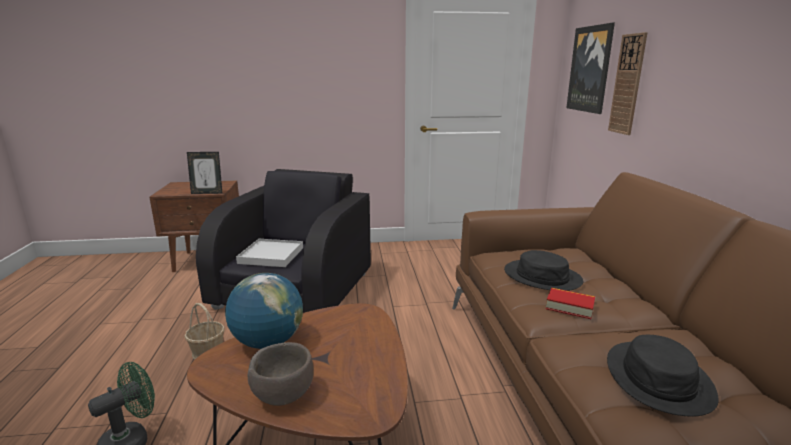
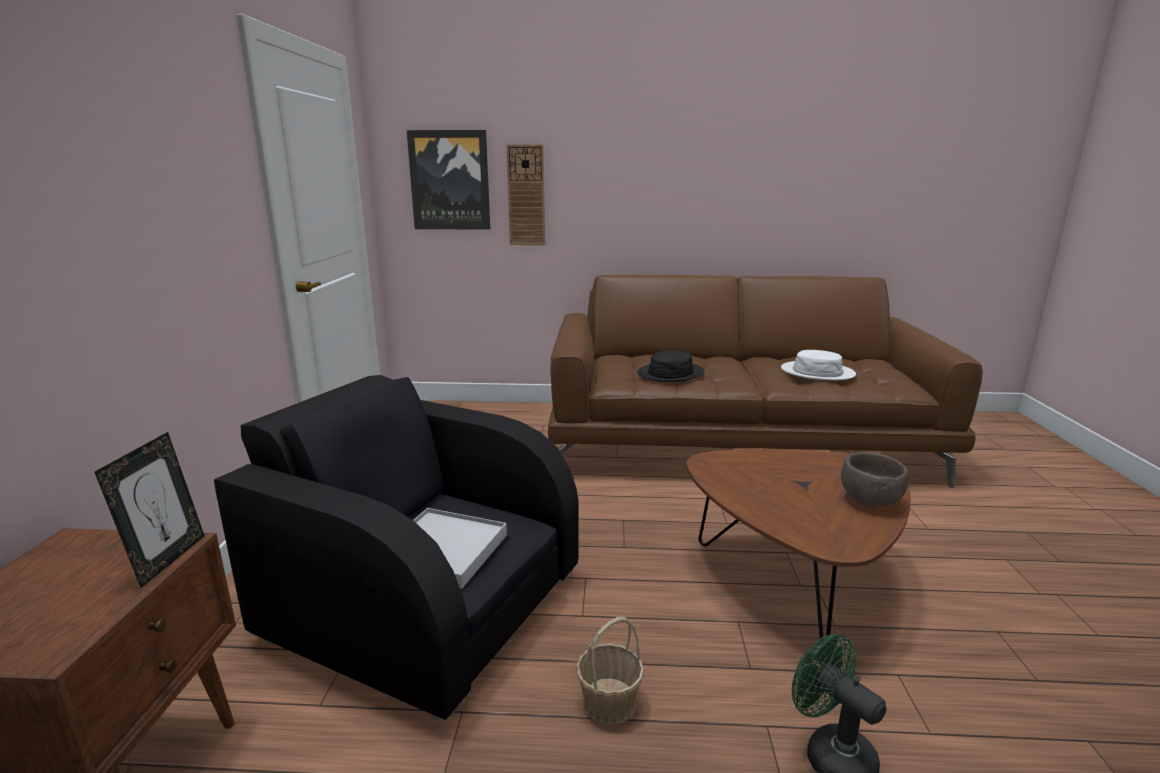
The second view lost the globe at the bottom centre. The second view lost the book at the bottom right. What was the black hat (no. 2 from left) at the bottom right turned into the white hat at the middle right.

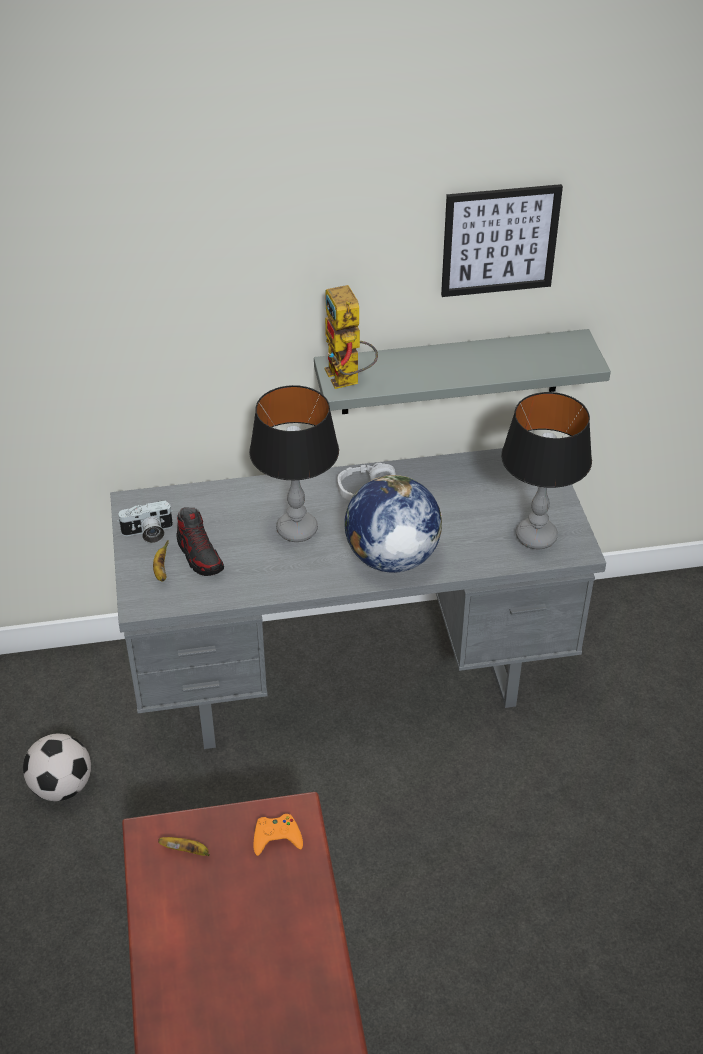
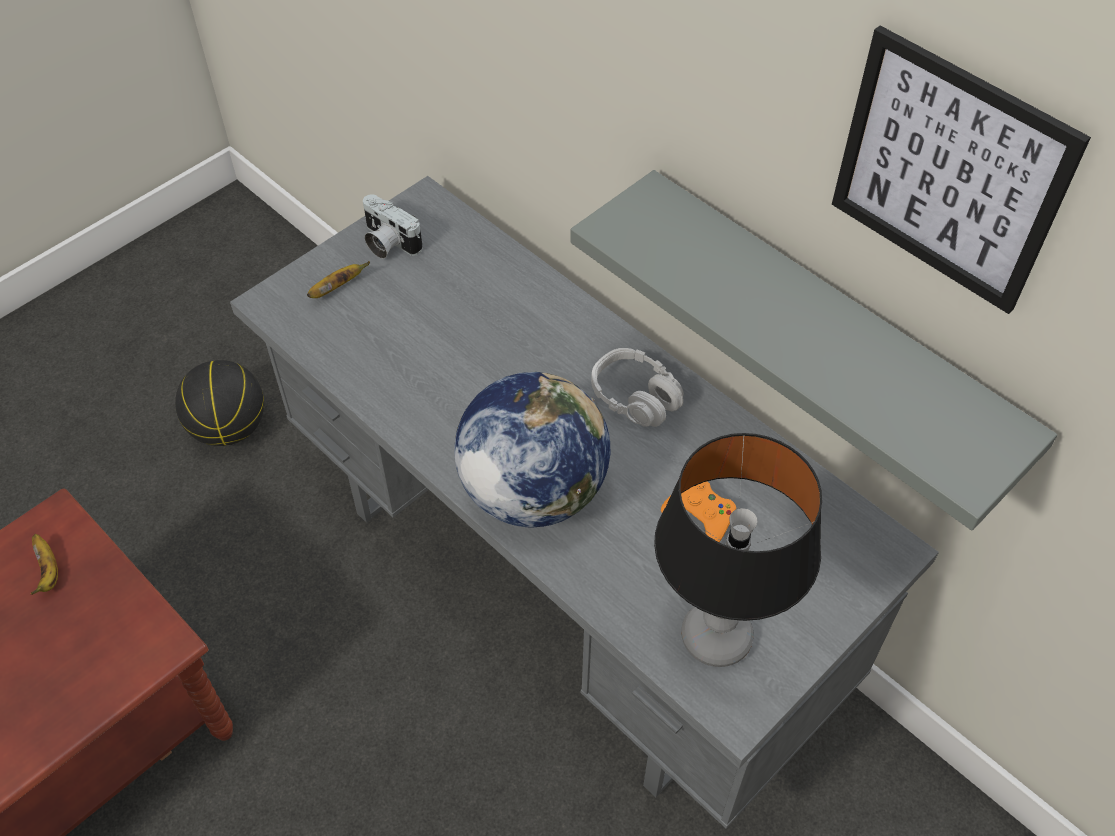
The second view lost the shoe at the middle left. The second view lost the table lamp (no. 1 from left) at the centre. The second view lost the toy robot at the top centre. The orange game controller ended up elsewhere, having gone from the bottom centre to the centre. Where the football stood at the bottom left, the basketball came to stand at the middle left.

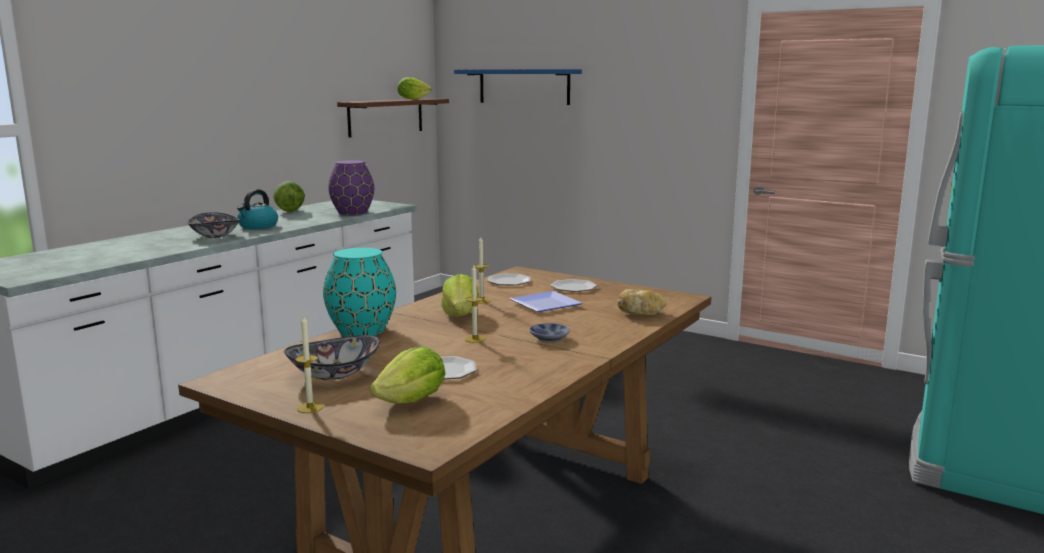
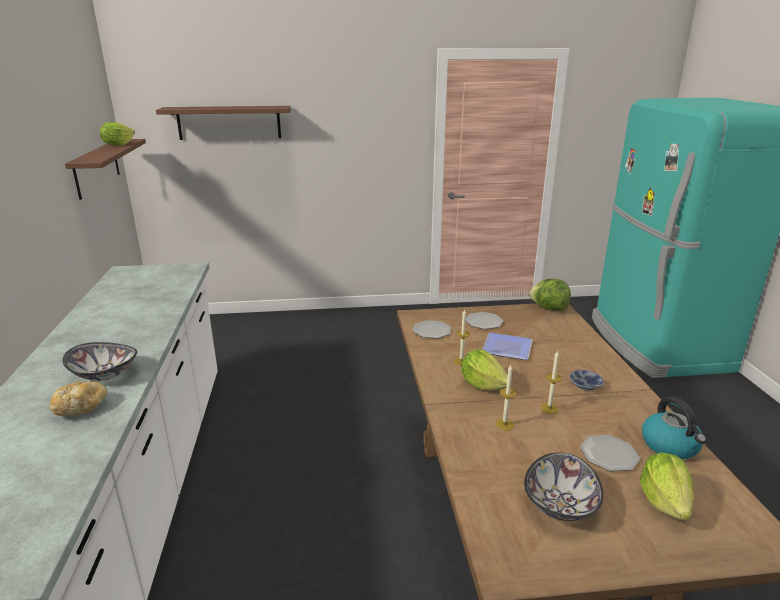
The second view lost the turquoise vase at the centre. The second view lost the purple vase at the centre. The kettle ended up elsewhere, having gone from the middle left to the bottom right. The lettuce (no. 1 from left in the first image) ended up elsewhere, having gone from the middle left to the middle right. The candle (no. 1 from left in the first image) ended up elsewhere, having gone from the middle left to the centre. The bread ended up elsewhere, having gone from the centre to the middle left. What was the blue shelf at the top centre turned into the brown shelf (no. 2 from left) at the top left.

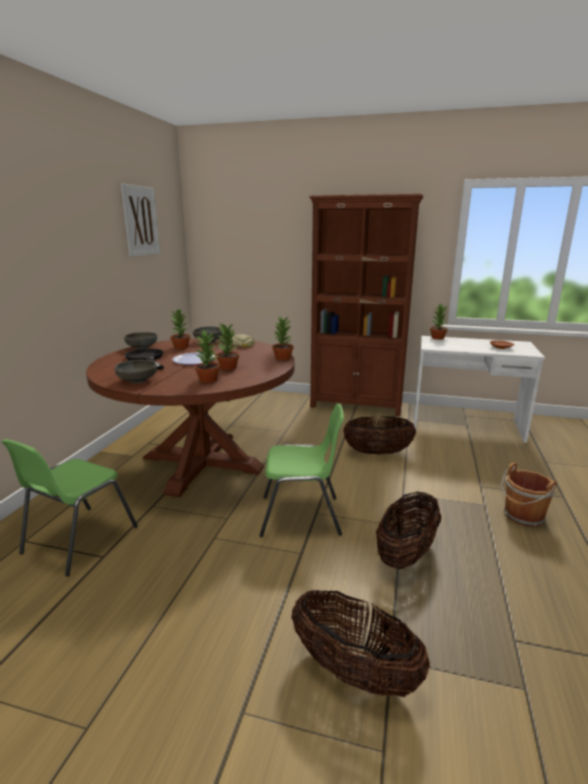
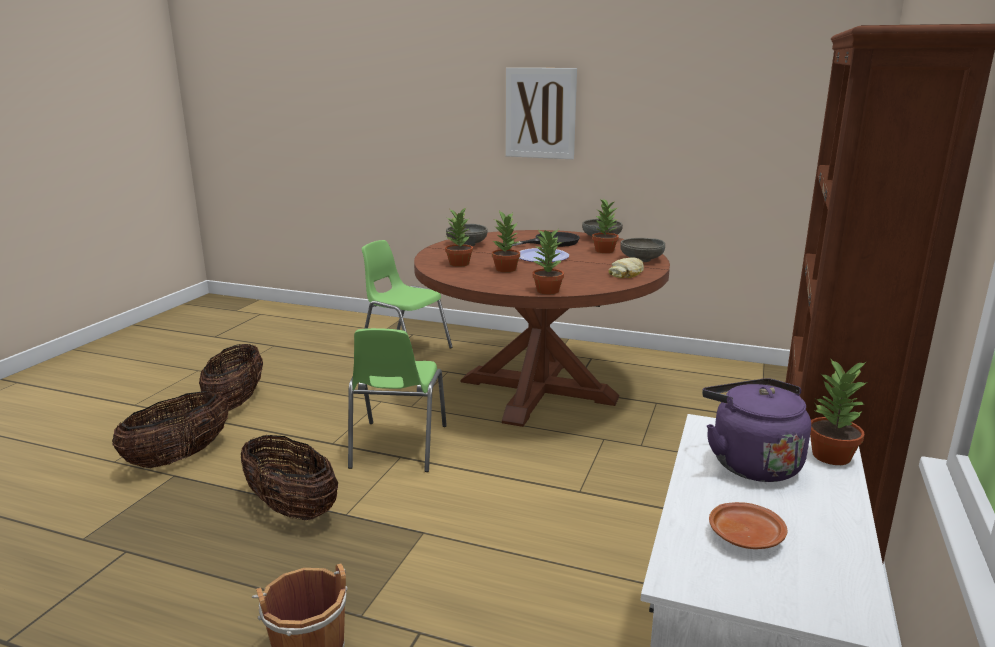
The second view gained the purple kettle at the middle right. The picture ended up elsewhere, having gone from the top left to the top centre. The basket (no. 2 from left) ended up elsewhere, having gone from the centre to the middle left.

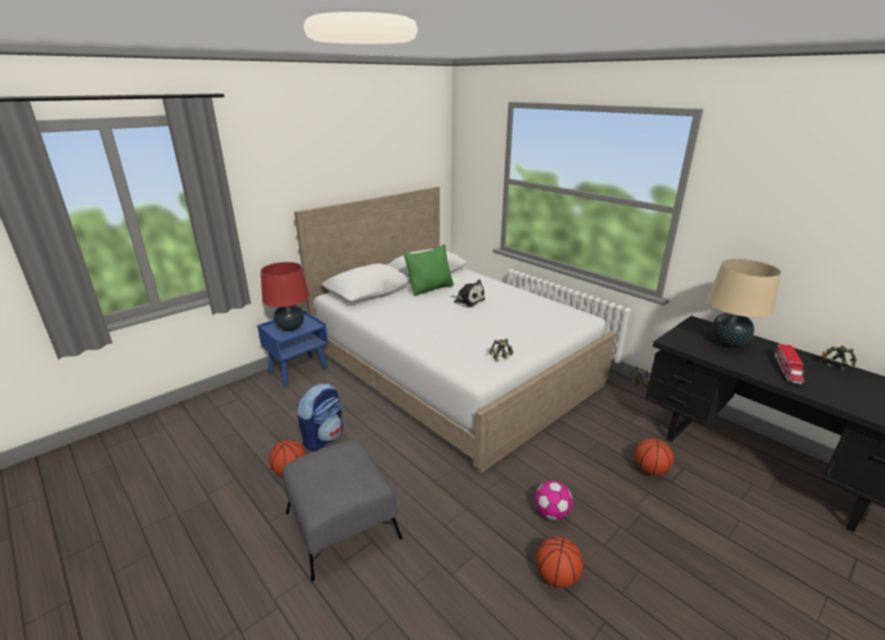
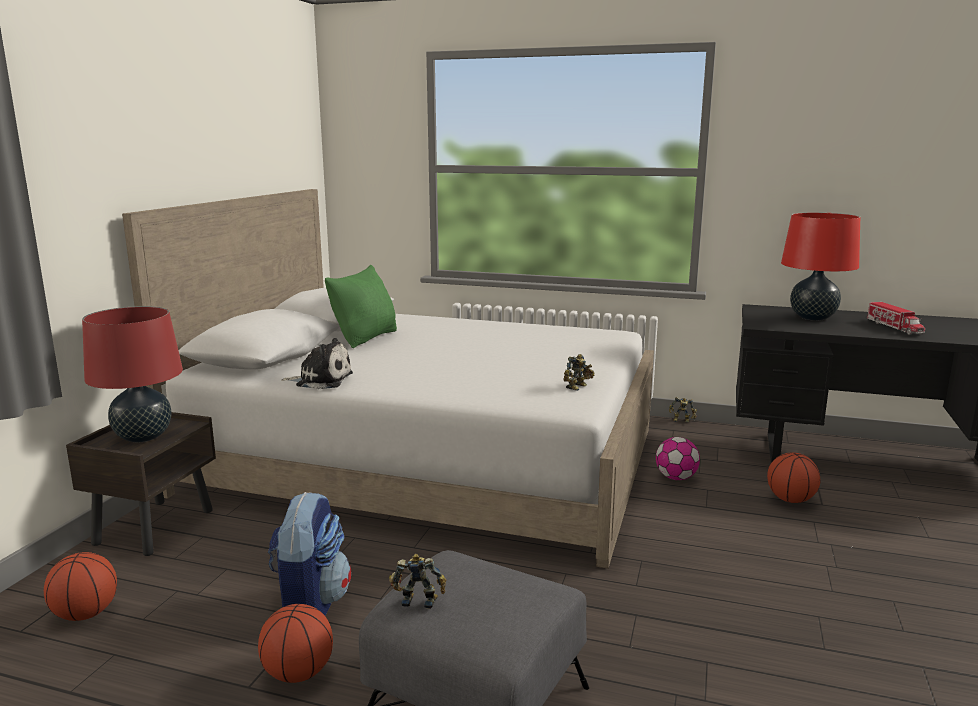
The plush toy ended up elsewhere, having gone from the centre to the middle left. The football ended up elsewhere, having gone from the bottom centre to the middle right. The basketball (no. 2 from left in the first image) ended up elsewhere, having gone from the bottom centre to the bottom left. The toy robot (no. 3 from left in the first image) ended up elsewhere, having gone from the middle right to the bottom centre. What was the blue nightstand at the middle left turned into the brown nightstand at the bottom left. What was the beige table lamp at the middle right turned into the red table lamp (no. 2 from left) at the middle right.

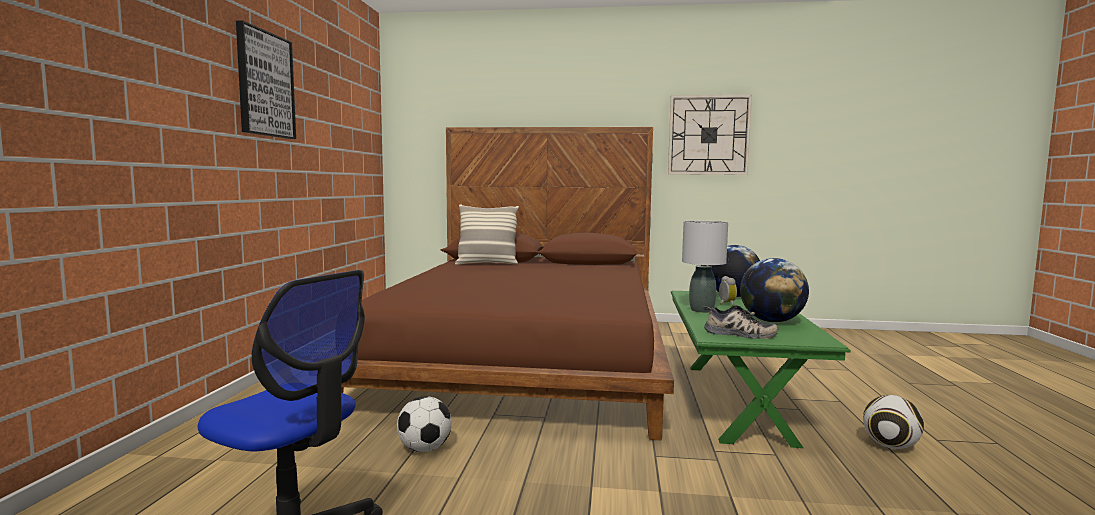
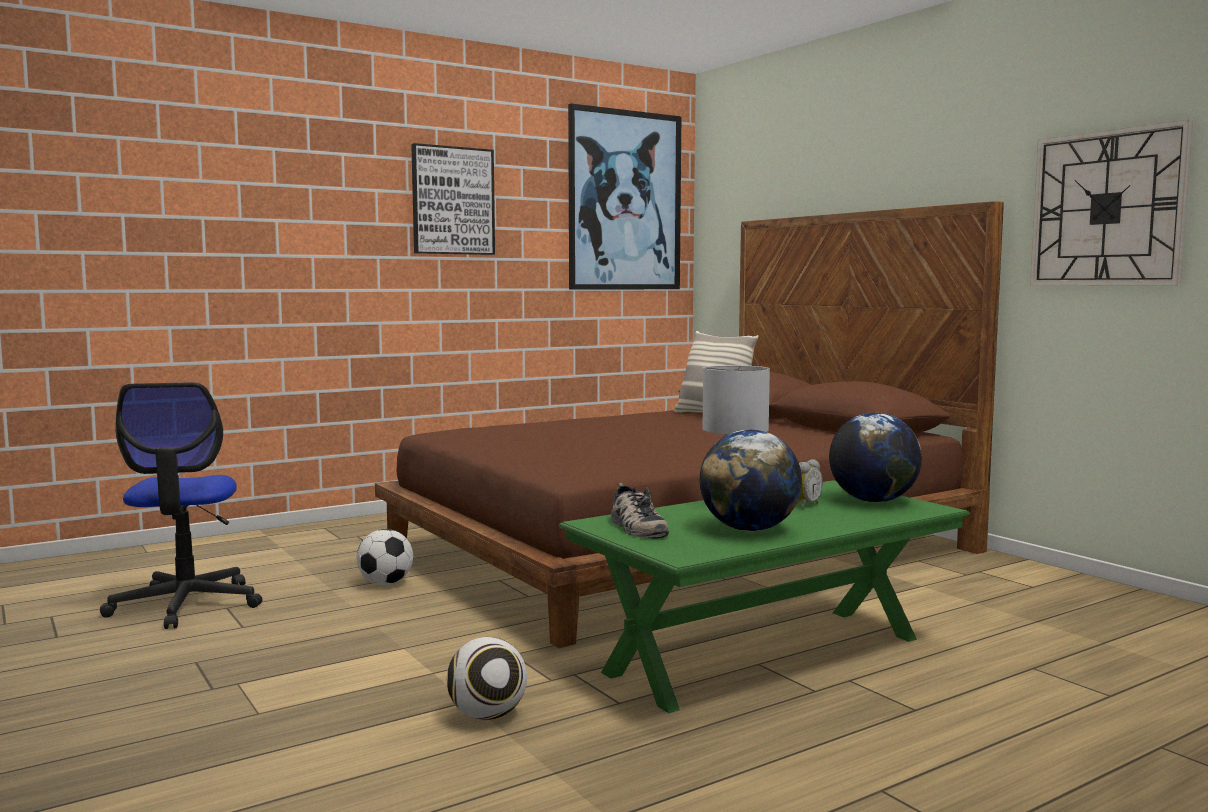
The second view gained the picture (no. 2 from left) at the top centre. The football (no. 2 from left) ended up elsewhere, having gone from the bottom right to the bottom centre.

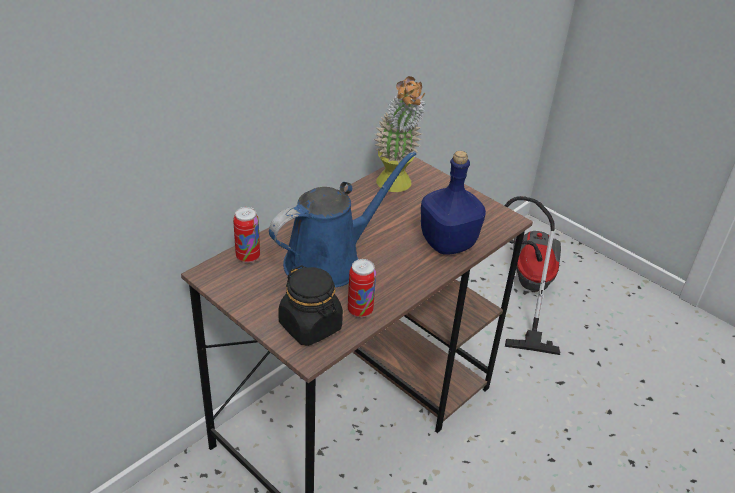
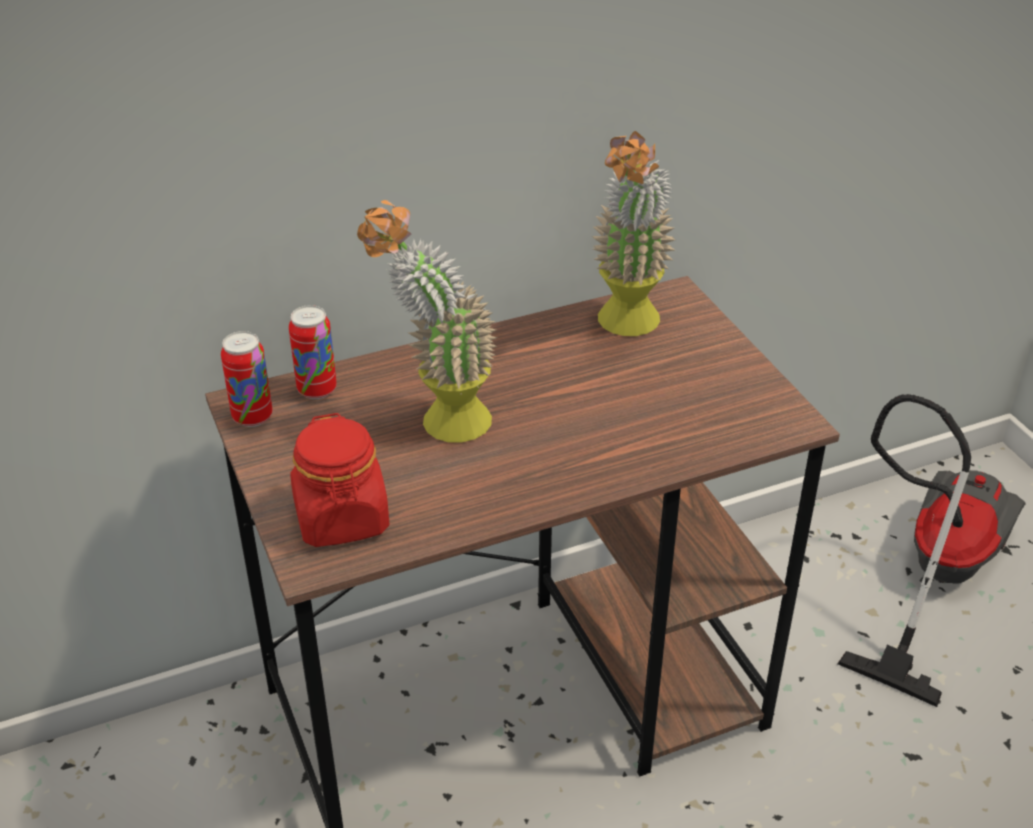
The second view lost the blue bottle at the centre. The can (no. 2 from left in the first image) ended up elsewhere, having gone from the centre to the middle left. Where the blue watering can stood at the centre, the potted plant (no. 1 from left) came to stand at the centre. What was the black jar at the centre turned into the red jar at the middle left.

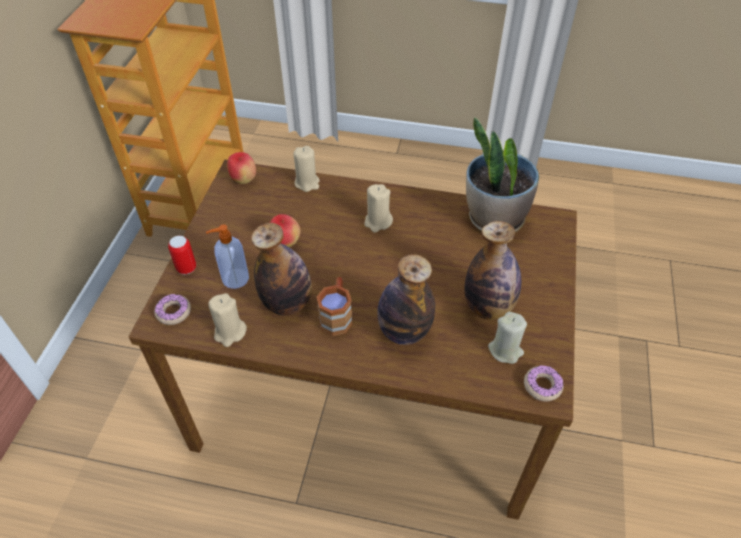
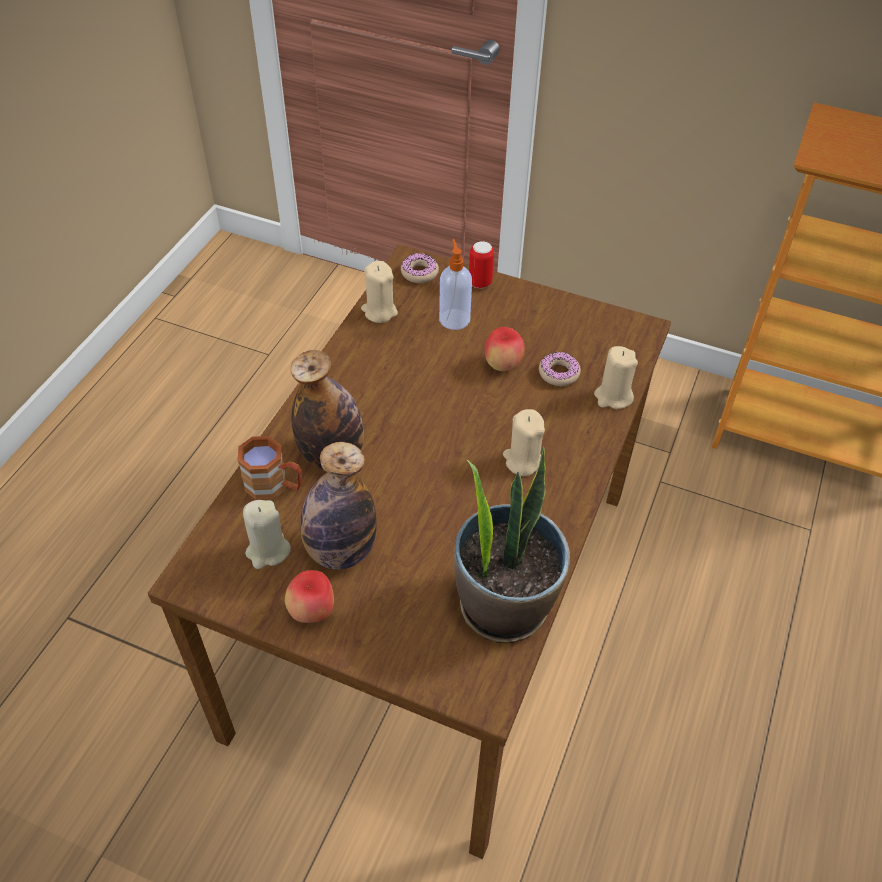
The second view lost the bottle (no. 1 from left) at the centre. The apple (no. 1 from left) ended up elsewhere, having gone from the top left to the bottom centre. The brown mug ended up elsewhere, having gone from the centre to the middle left. The donut (no. 2 from left) ended up elsewhere, having gone from the bottom right to the centre.

